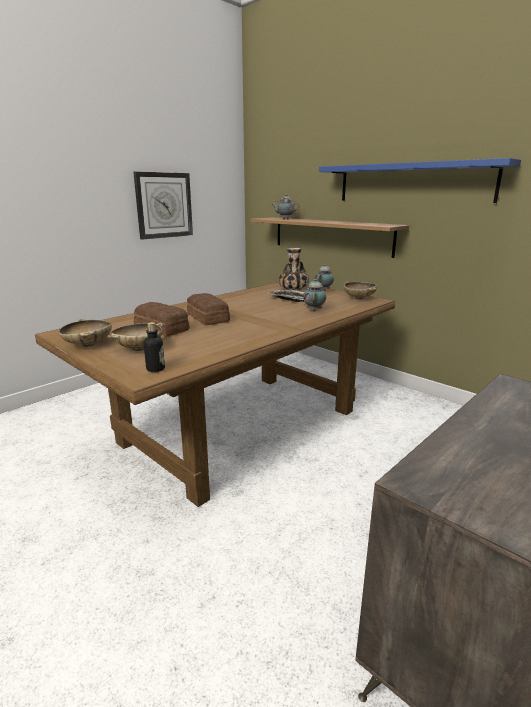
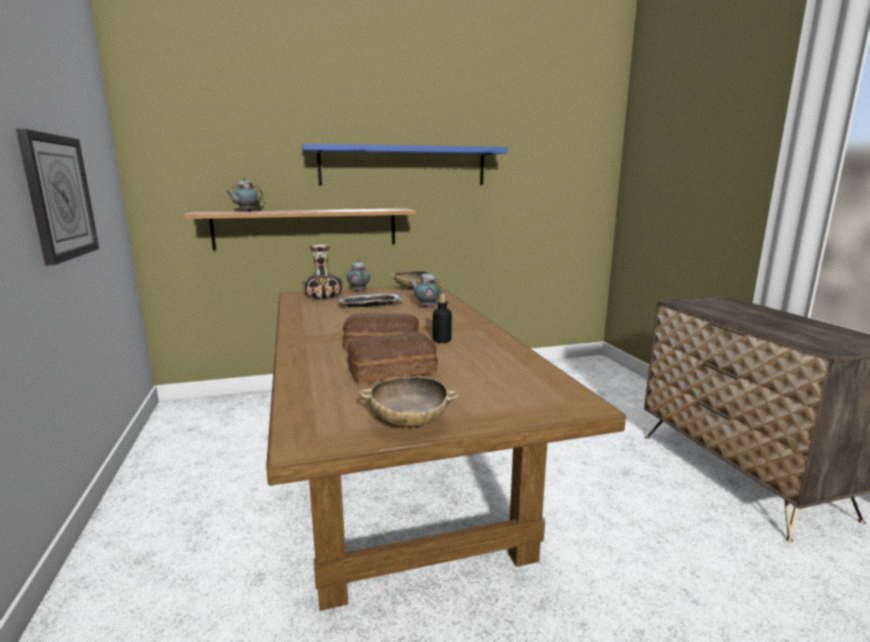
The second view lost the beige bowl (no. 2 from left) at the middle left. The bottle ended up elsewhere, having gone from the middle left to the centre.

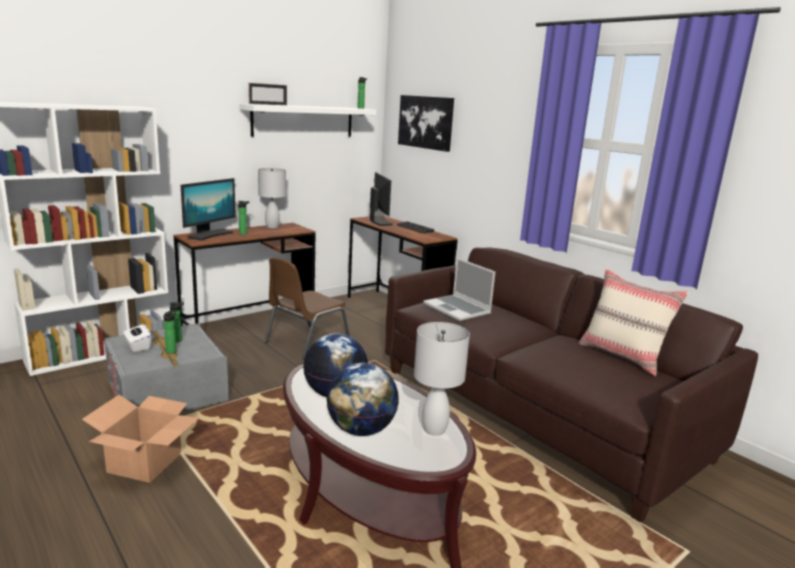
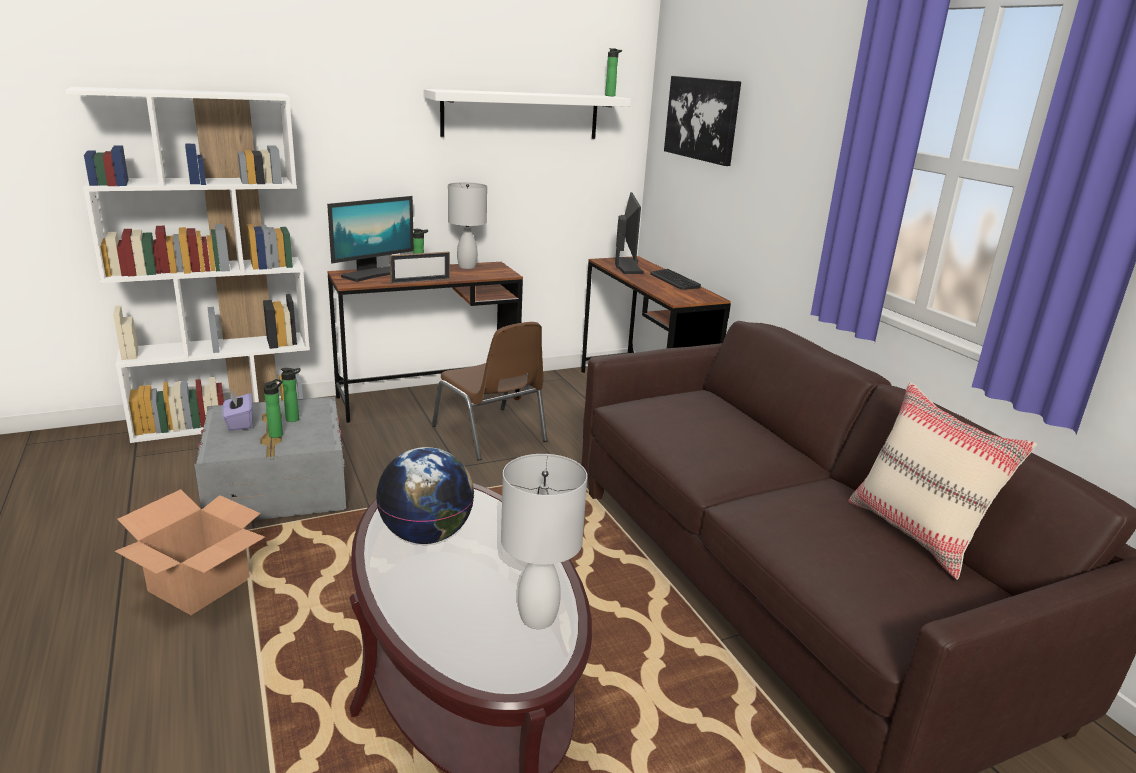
The second view lost the globe (no. 2 from left) at the bottom centre. The second view lost the laptop at the centre. The picture frame ended up elsewhere, having gone from the top centre to the centre. What was the white tissue box at the middle left turned into the purple tissue box at the middle left. The brown chair at the centre ended up facing another way, 90 degrees counterclockwise from before.

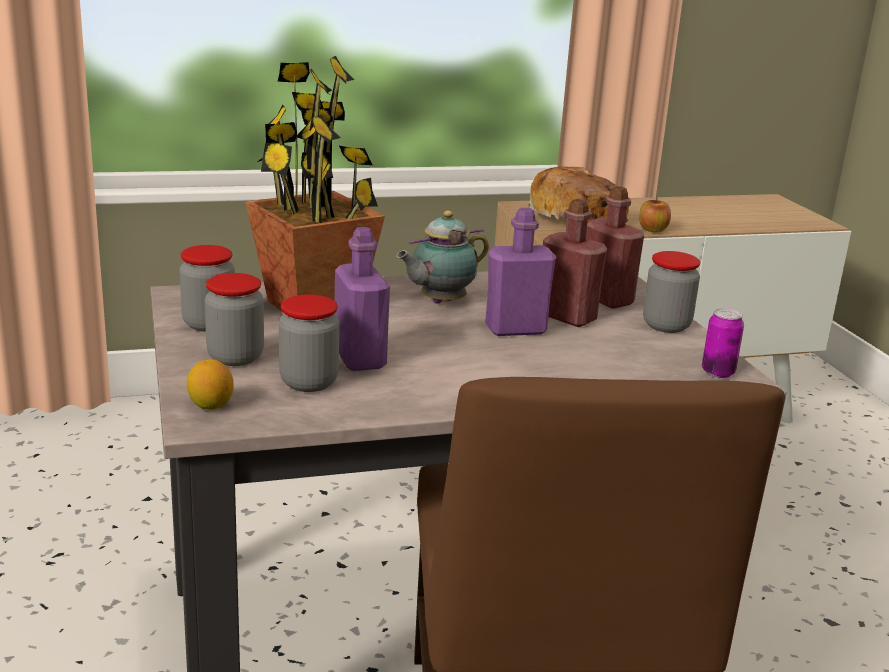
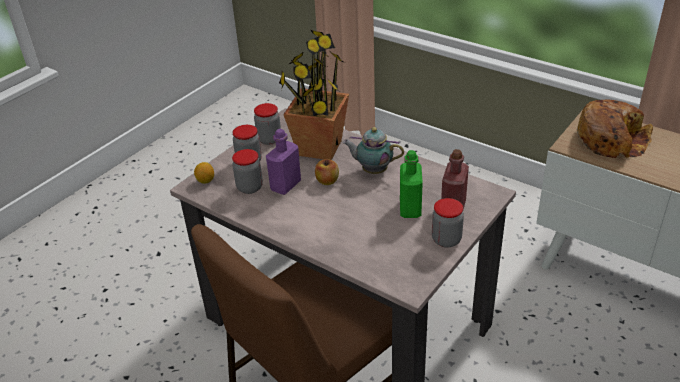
The second view lost the purple bottle (no. 2 from left) at the centre. The second view lost the can at the middle right. The apple ended up elsewhere, having gone from the top right to the centre. What was the red bottle (no. 1 from left) at the centre turned into the green bottle at the centre.

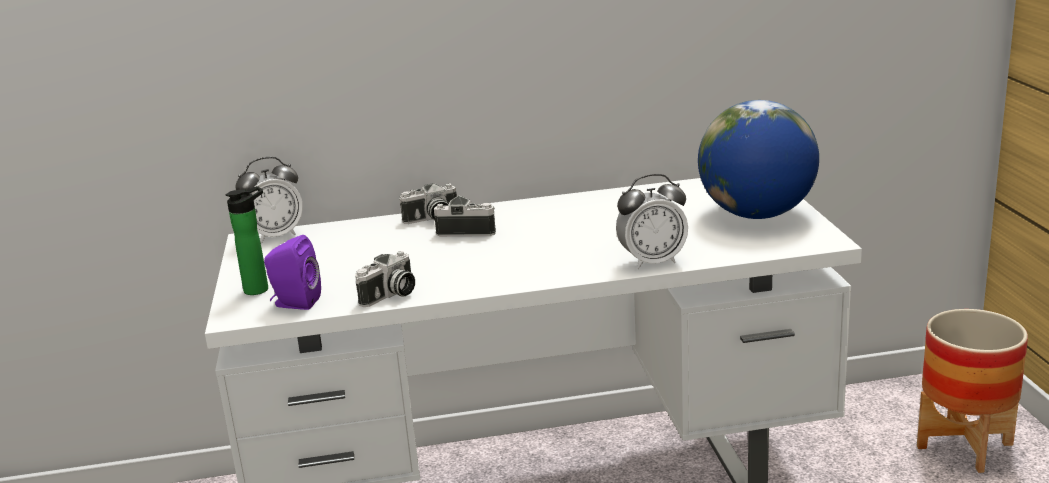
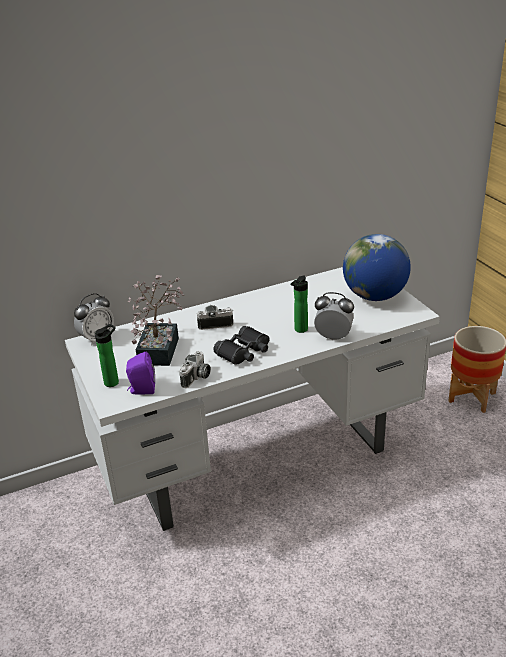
The second view lost the photo camera (no. 2 from left) at the centre. The second view gained the potted plant at the middle left. The second view gained the black binoculars at the centre. The second view gained the bottle (no. 2 from left) at the centre. The alarm clock (no. 2 from left) at the centre ended up facing another way, 135 degrees counterclockwise from before.

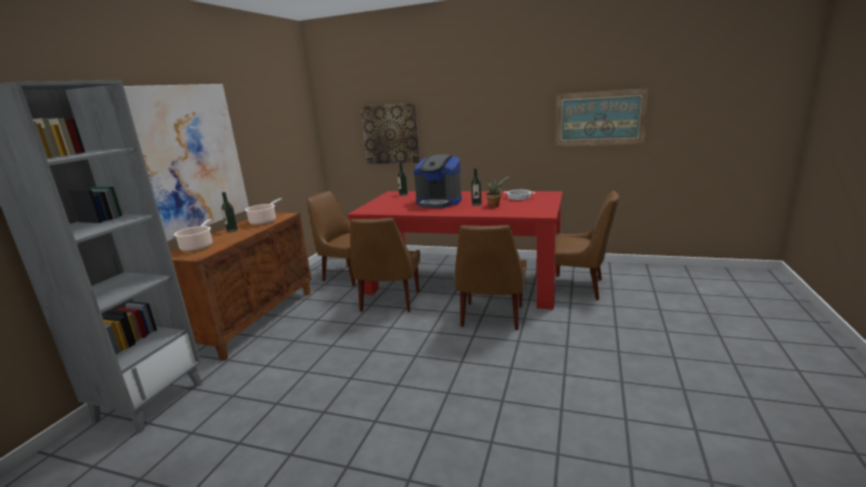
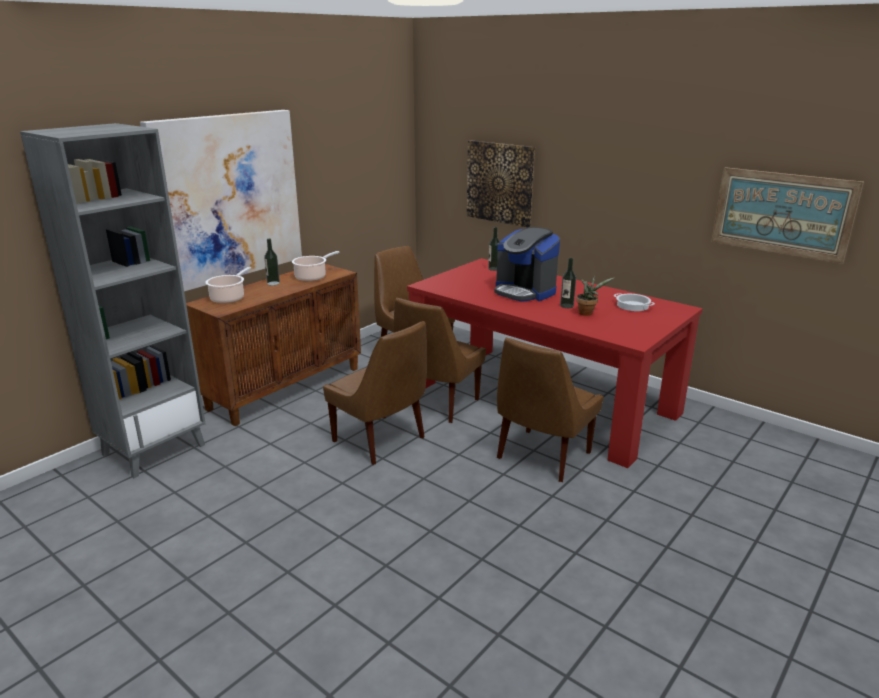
The brown chair (no. 4 from left in the first image) ended up elsewhere, having gone from the middle right to the centre.

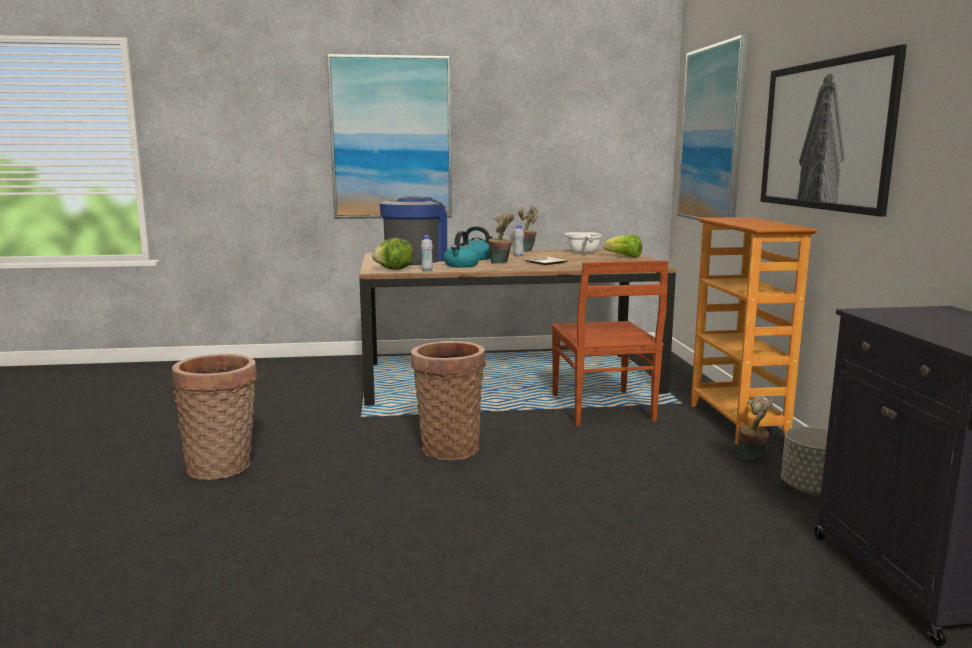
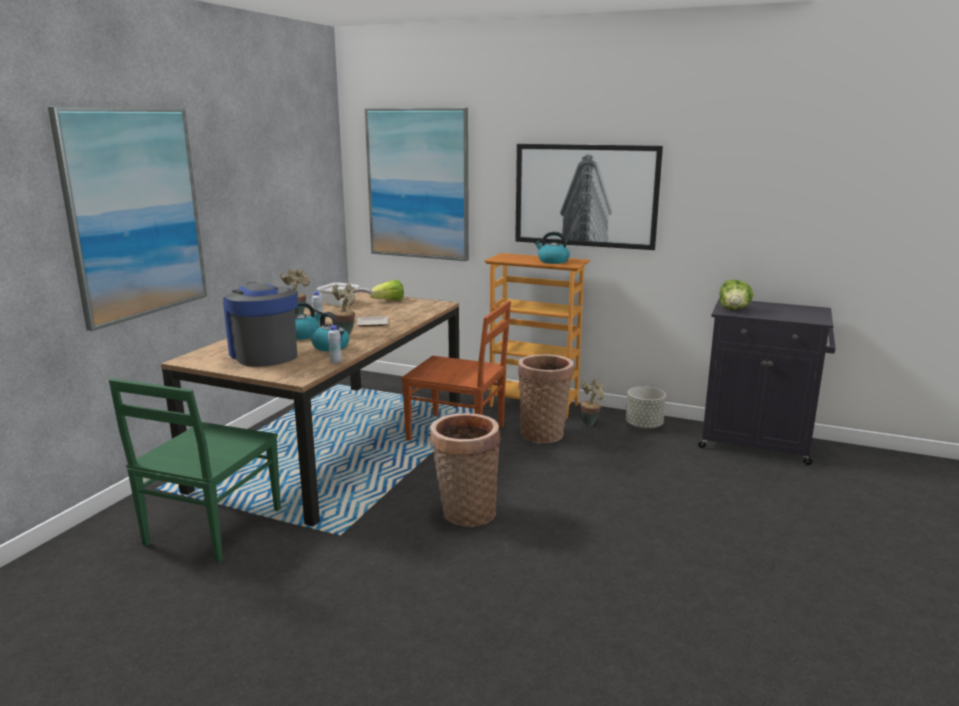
The second view gained the green chair at the middle left. The second view gained the kettle (no. 3 from left) at the centre. The basket (no. 1 from left in the first image) ended up elsewhere, having gone from the middle left to the centre. The lettuce (no. 1 from left in the first image) ended up elsewhere, having gone from the centre to the middle right.

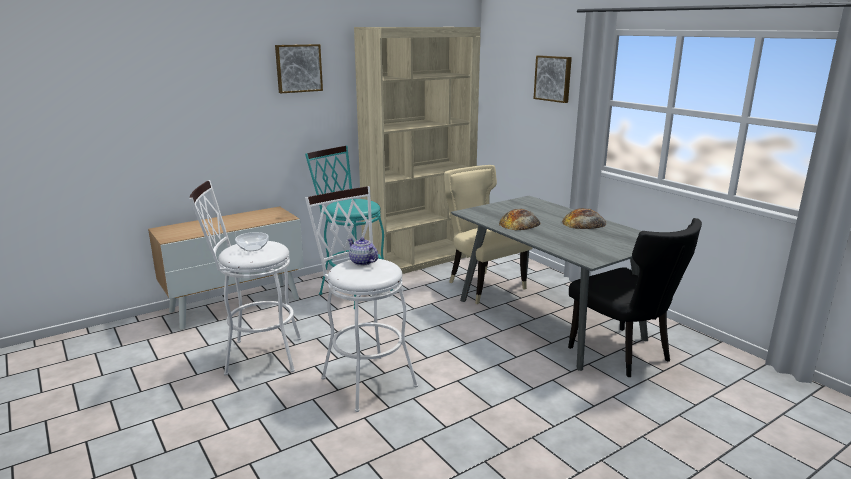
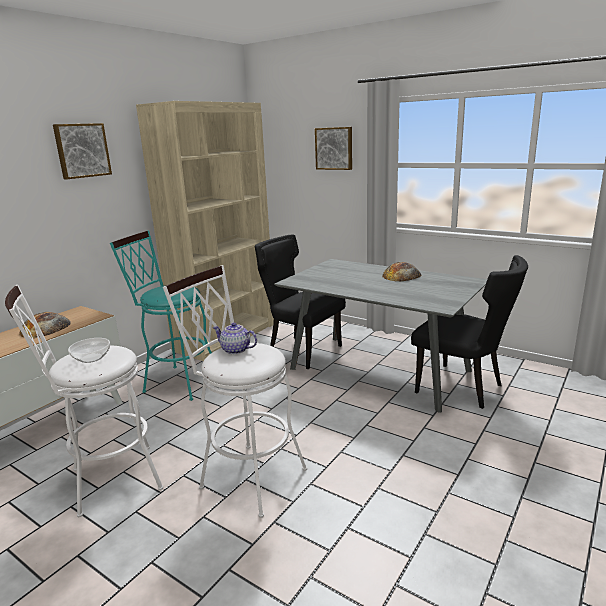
The bread (no. 1 from left) ended up elsewhere, having gone from the centre to the middle left. What was the beige chair at the centre turned into the black chair (no. 1 from left) at the centre.

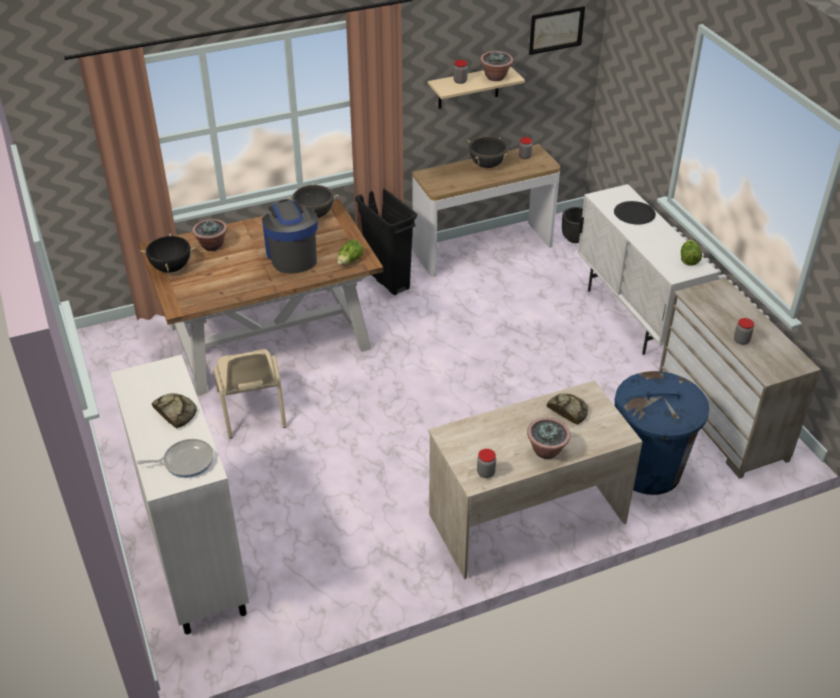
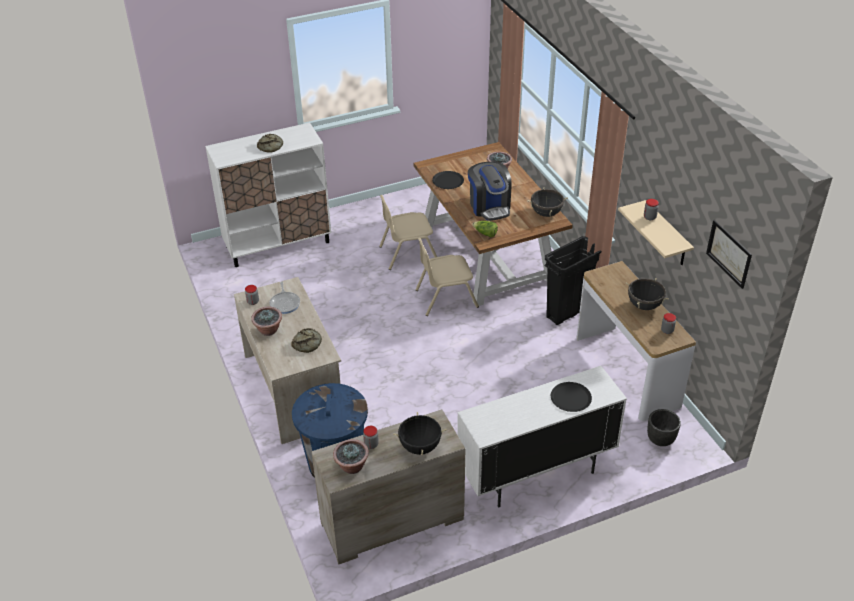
The second view lost the lettuce (no. 2 from left) at the middle right. The second view gained the beige chair (no. 2 from left) at the centre. The second view gained the black plate (no. 1 from left) at the top centre. The frying pan ended up elsewhere, having gone from the middle left to the centre. The black cooking pot (no. 1 from left) ended up elsewhere, having gone from the middle left to the bottom centre. The potted plant (no. 2 from left) ended up elsewhere, having gone from the top centre to the bottom centre. The coffee machine at the centre ended up facing another way, 90 degrees clockwise from before.

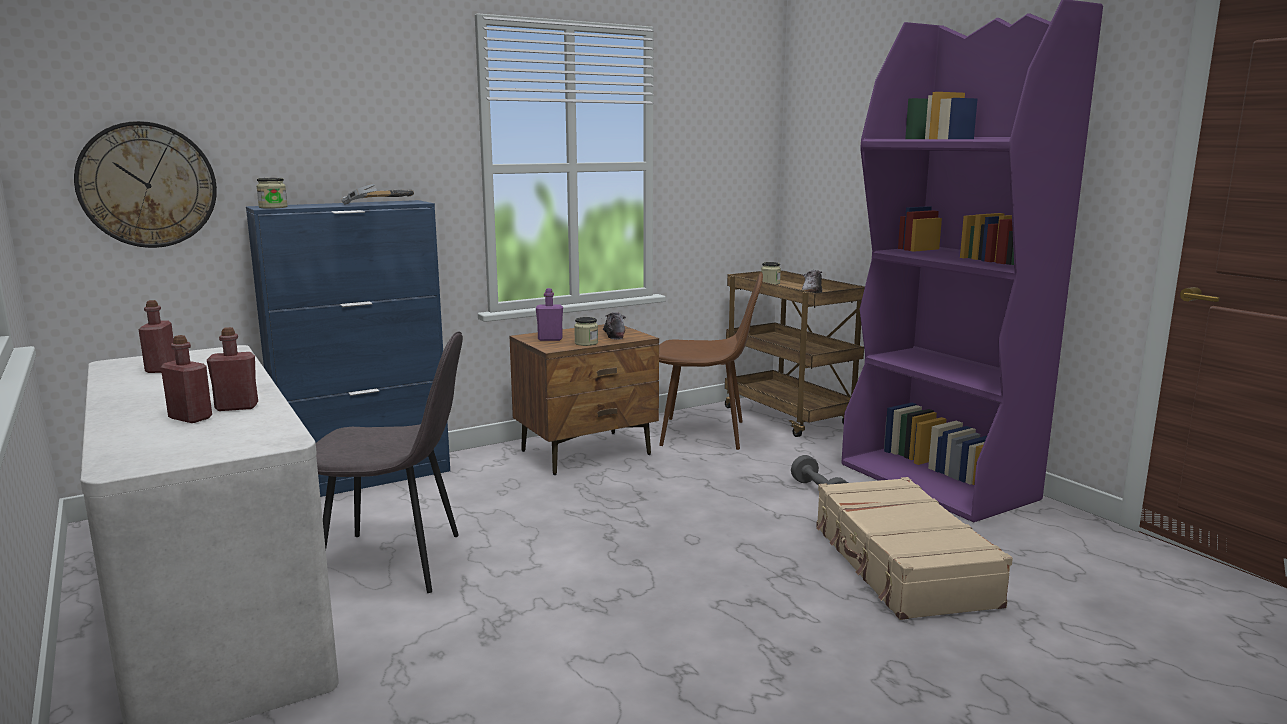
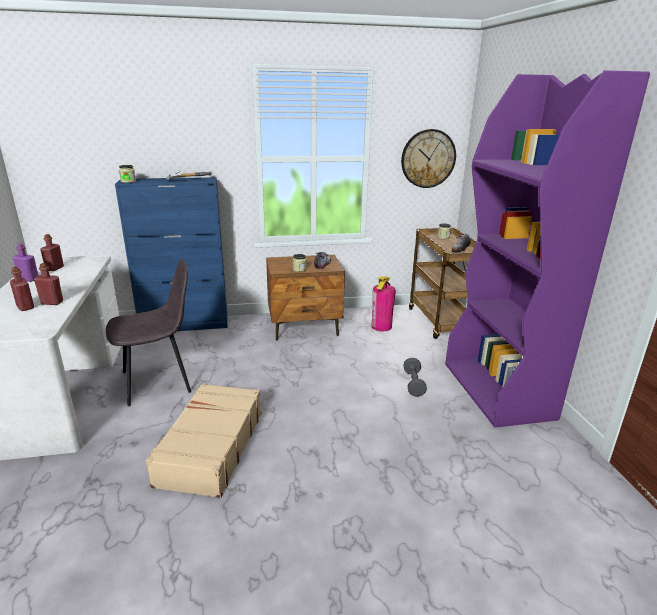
The wall clock ended up elsewhere, having gone from the top left to the top centre. The purple bottle ended up elsewhere, having gone from the centre to the middle left. The beige suitcase ended up elsewhere, having gone from the bottom right to the bottom left. Where the brown chair stood at the centre, the fire extinguisher came to stand at the centre. The grey chair at the middle left ended up facing another way, 45 degrees counterclockwise from before.

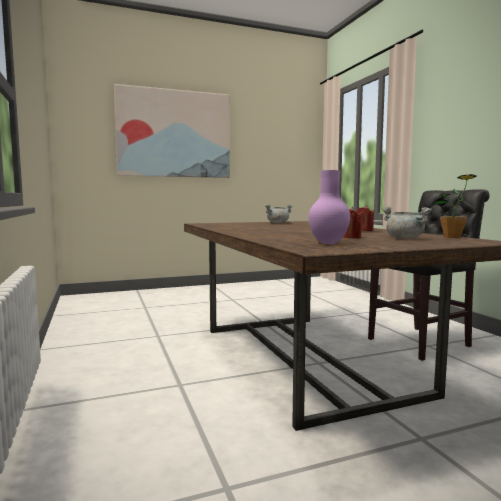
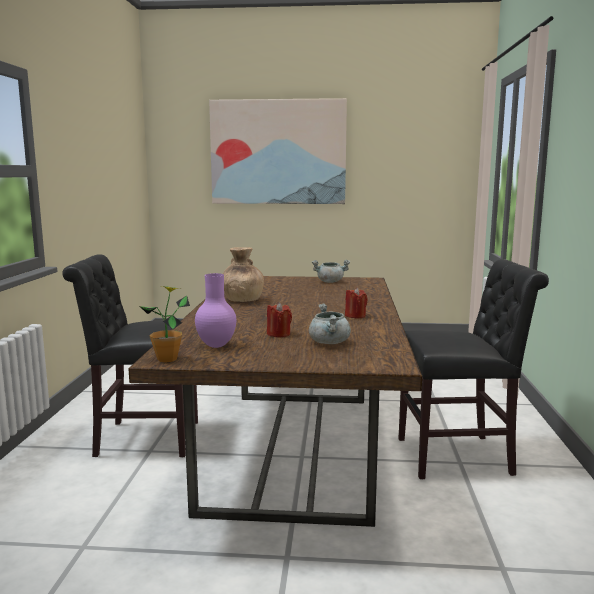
The second view gained the black chair (no. 1 from left) at the middle left. The second view gained the brown vase at the centre. The potted plant ended up elsewhere, having gone from the middle right to the middle left.

